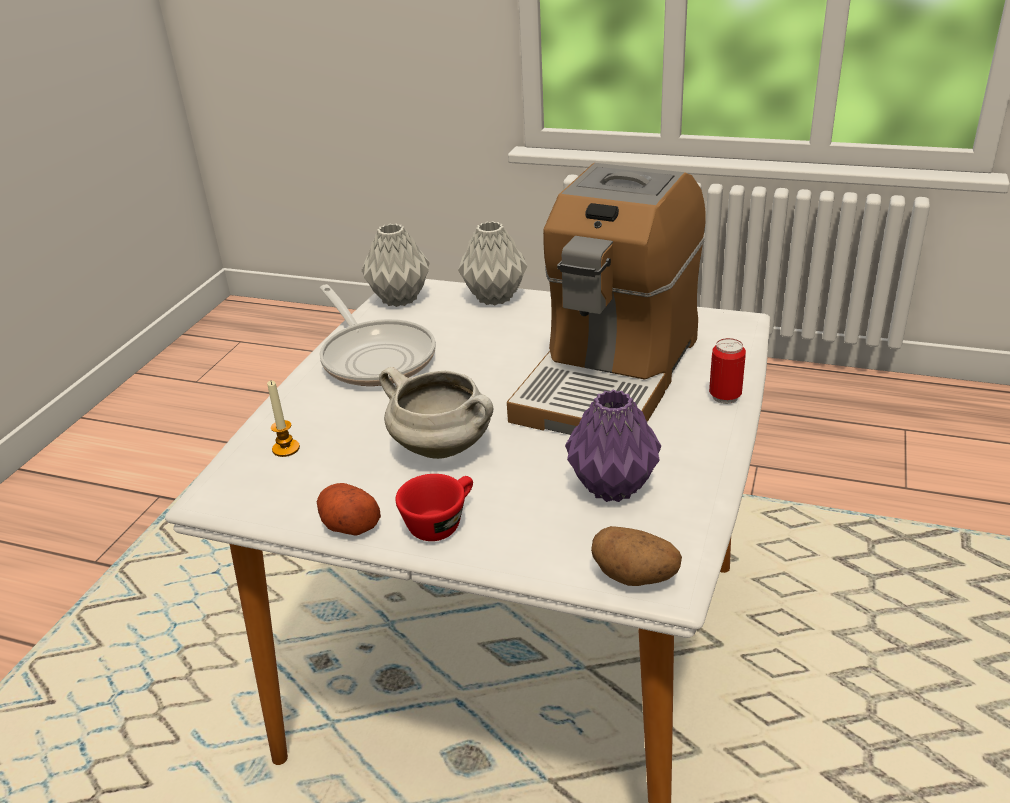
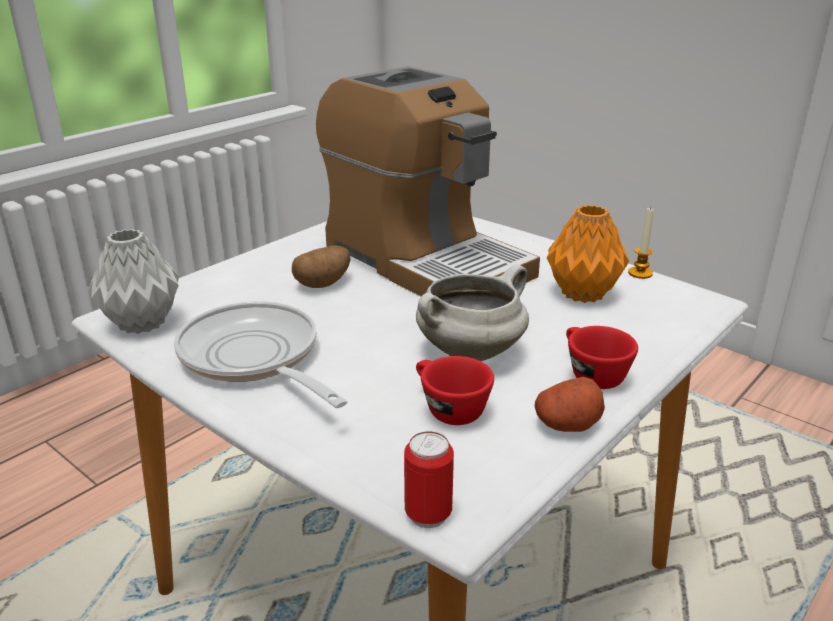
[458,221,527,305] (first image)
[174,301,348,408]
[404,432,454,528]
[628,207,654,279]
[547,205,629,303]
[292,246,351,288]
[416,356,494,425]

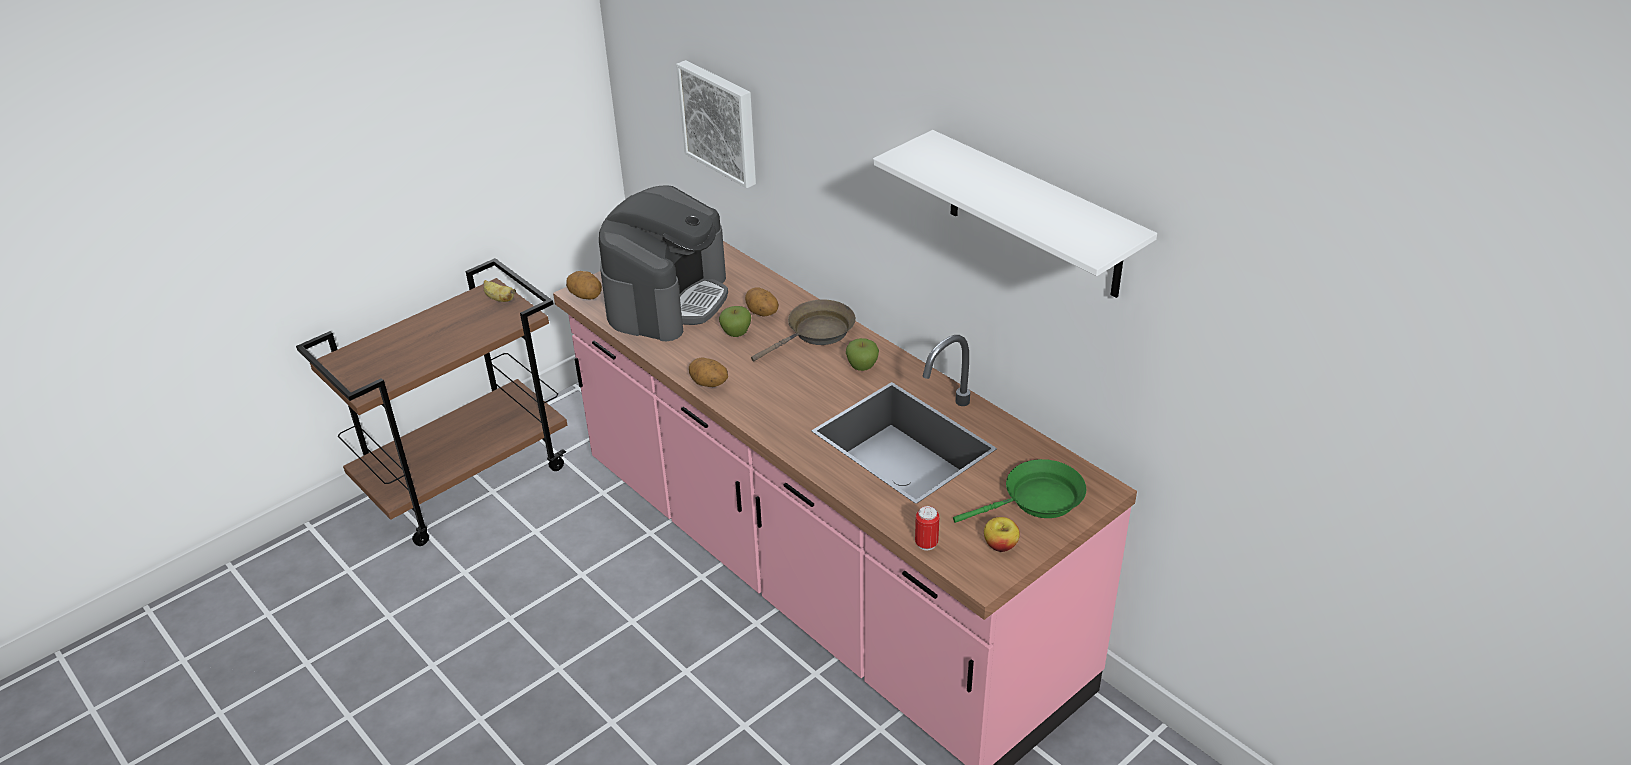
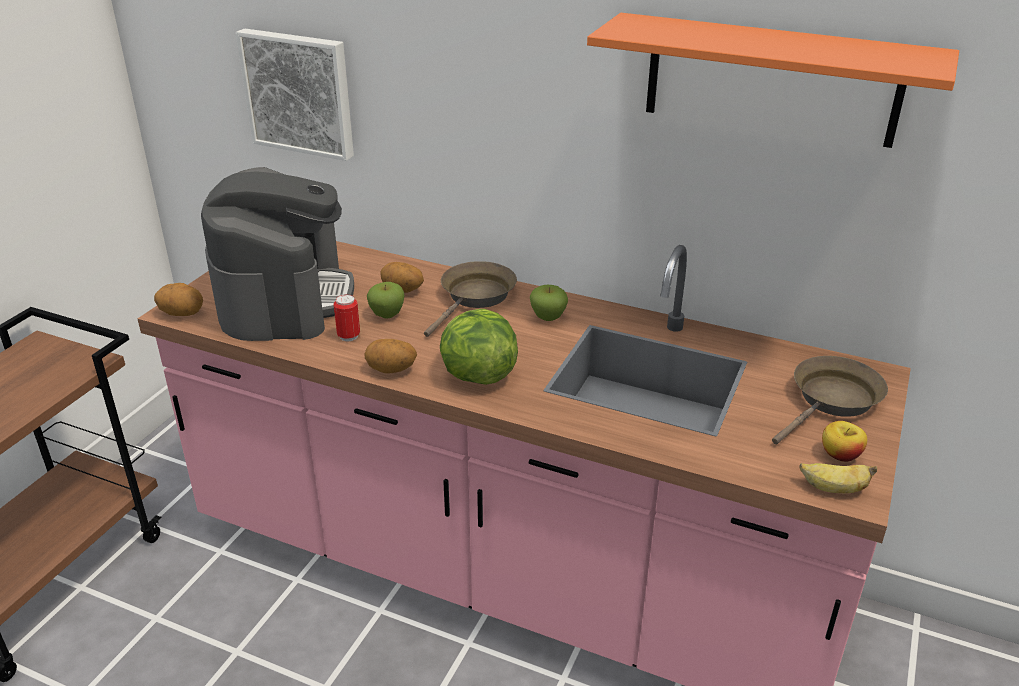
[587,13,959,148]
[799,463,877,493]
[772,356,888,444]
[333,294,360,341]
[440,309,518,385]

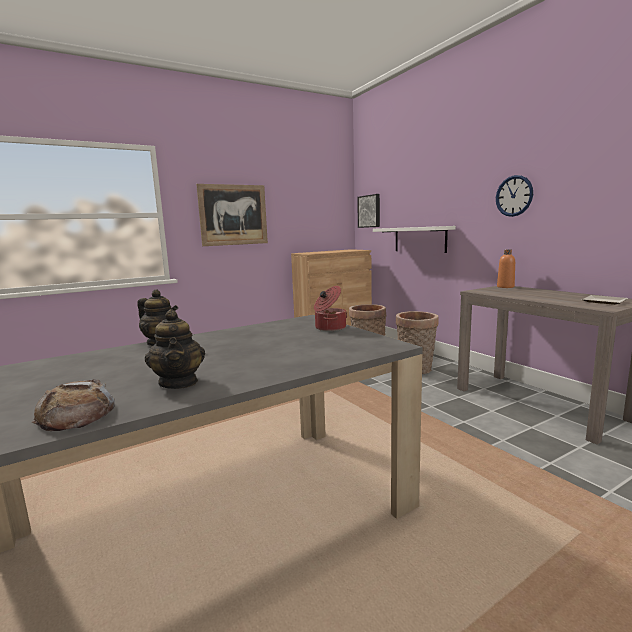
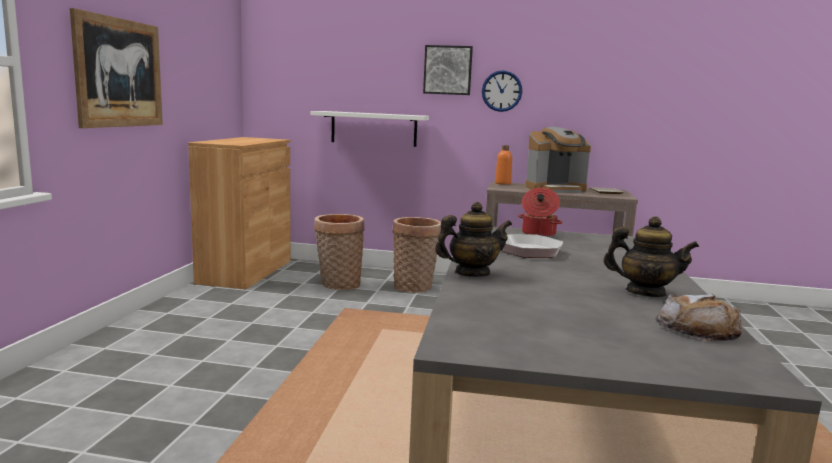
[423,45,473,95]
[526,127,591,193]
[457,227,563,258]

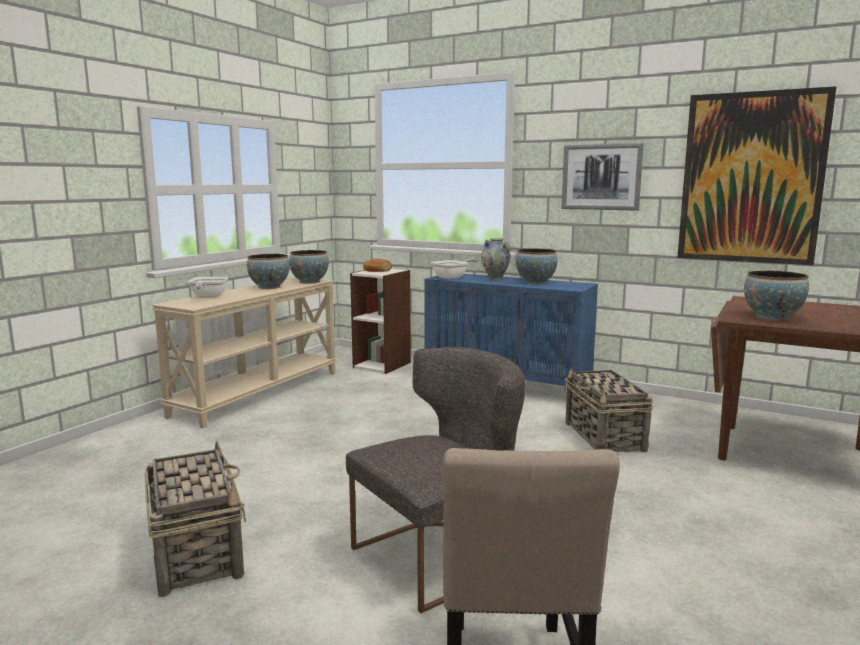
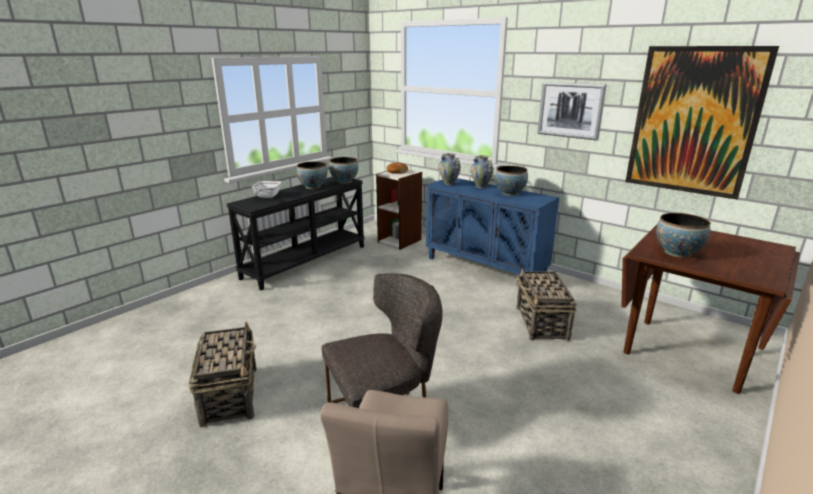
[438,153,461,186]
[227,177,365,290]

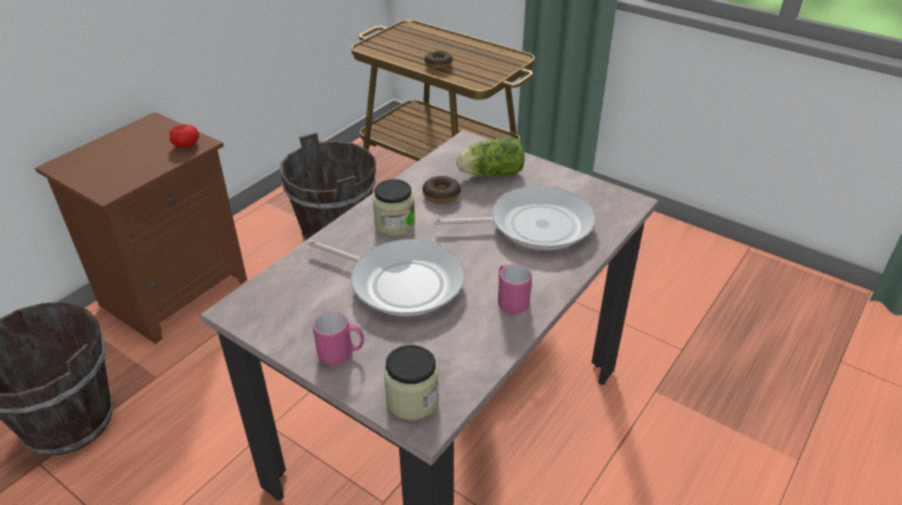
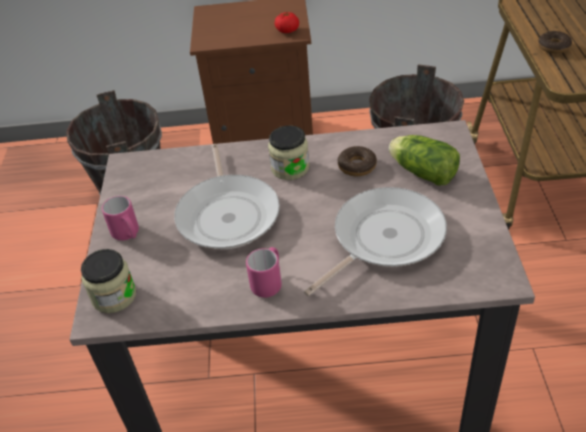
[304,187,447,296]

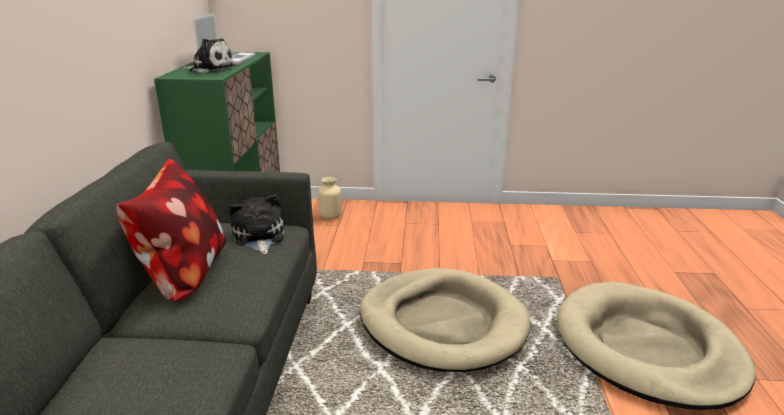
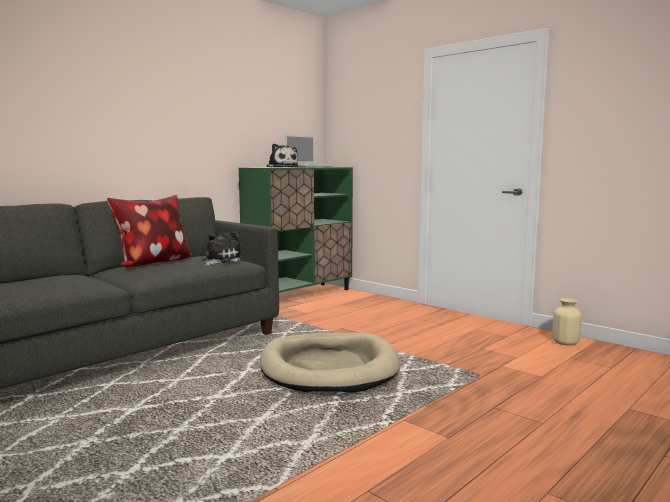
[552,298,582,345]
[557,282,756,410] (first image)

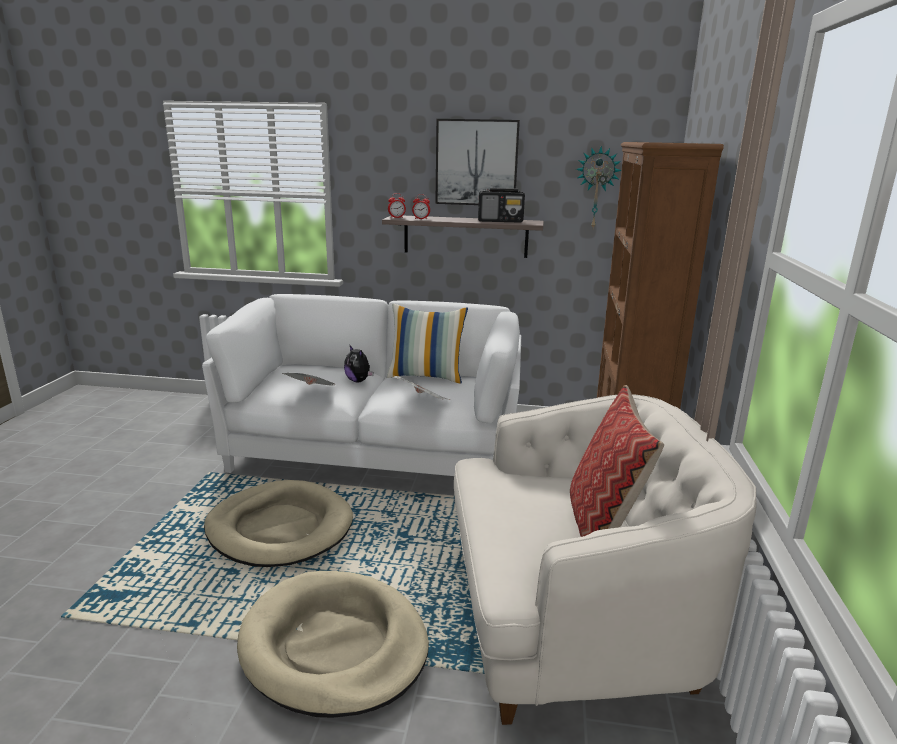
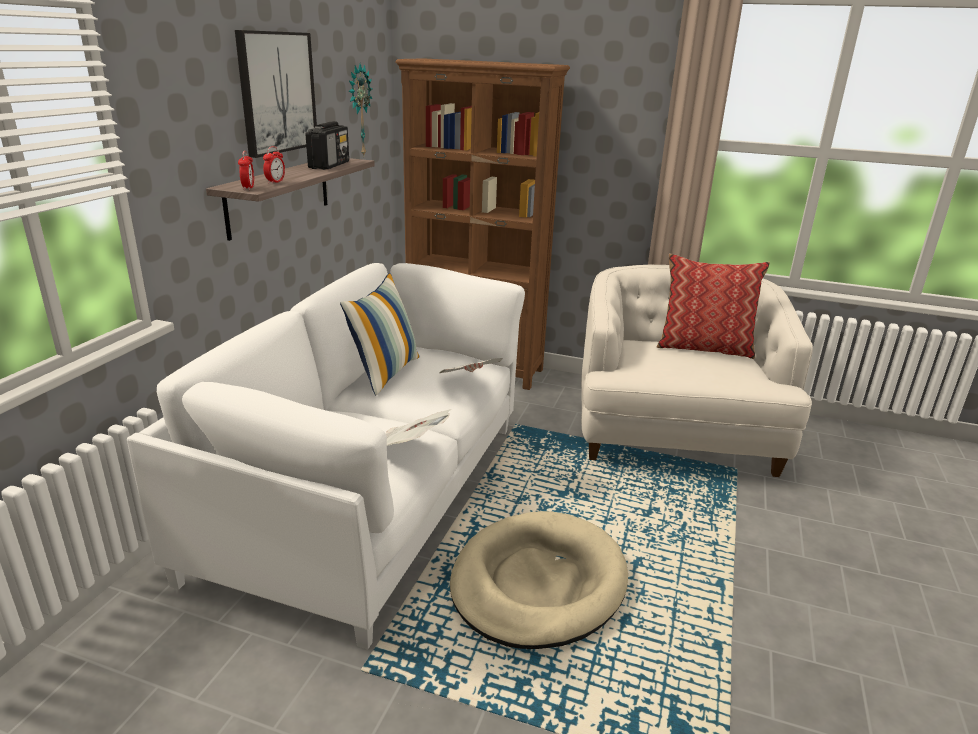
[344,344,373,382] (first image)
[237,571,429,718] (first image)

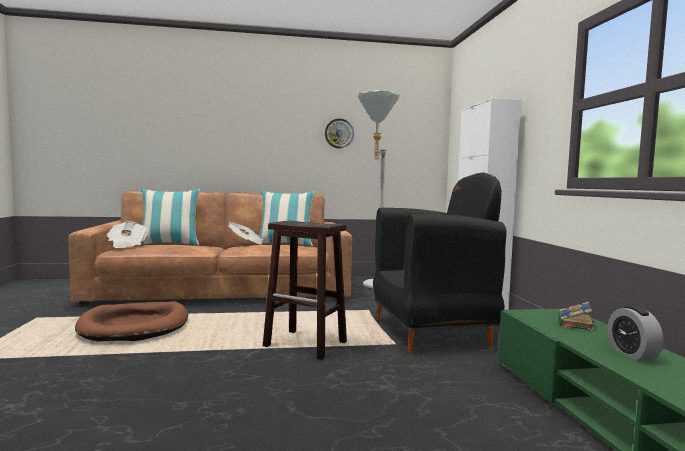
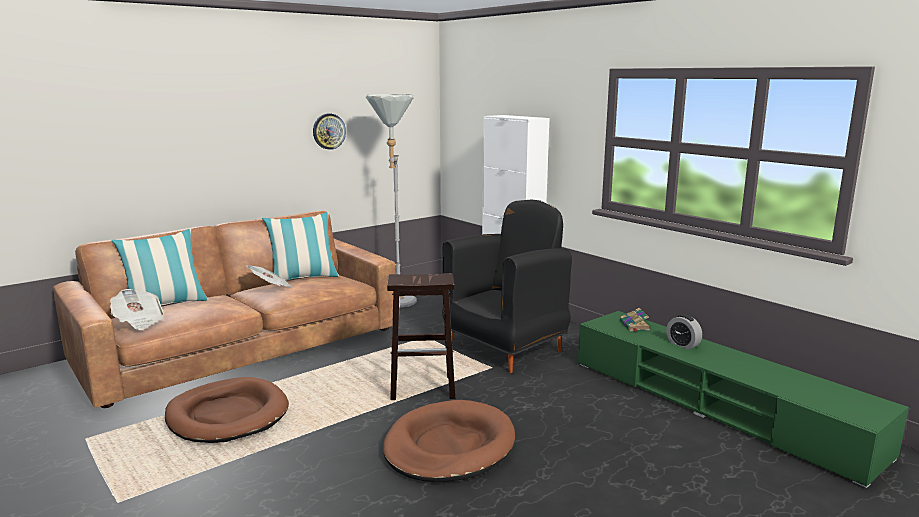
[383,400,515,482]

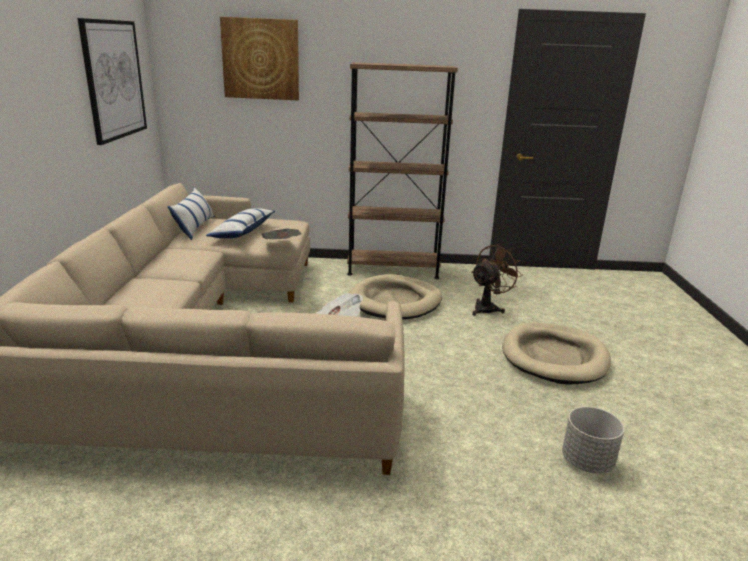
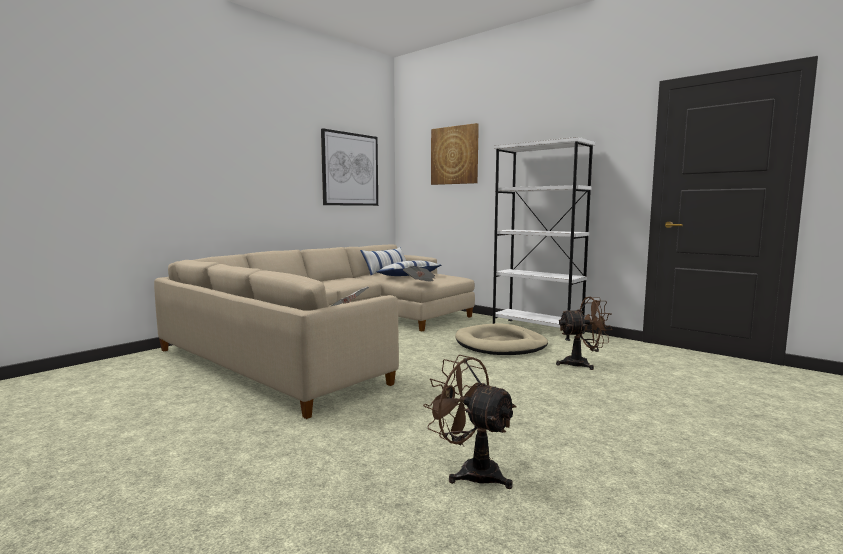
[493,137,595,341]
[502,322,611,385] (first image)
[423,355,517,489]

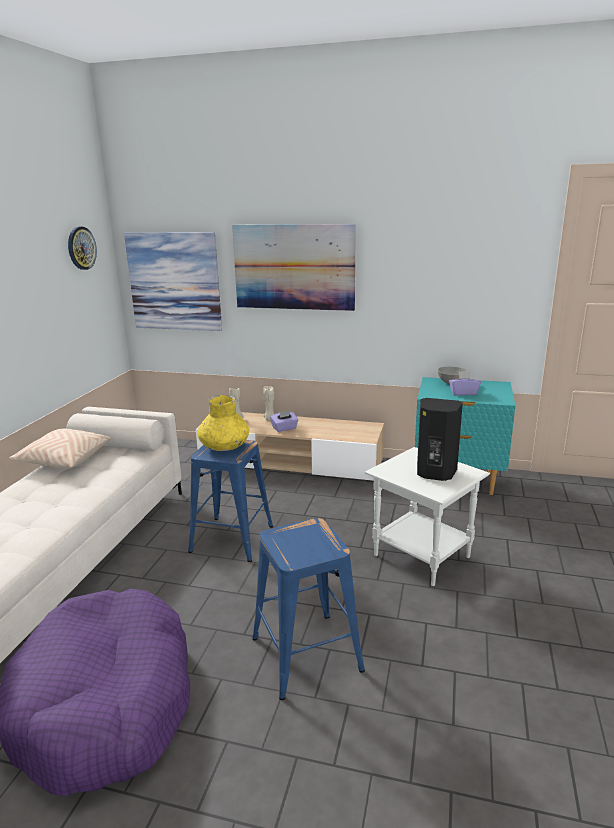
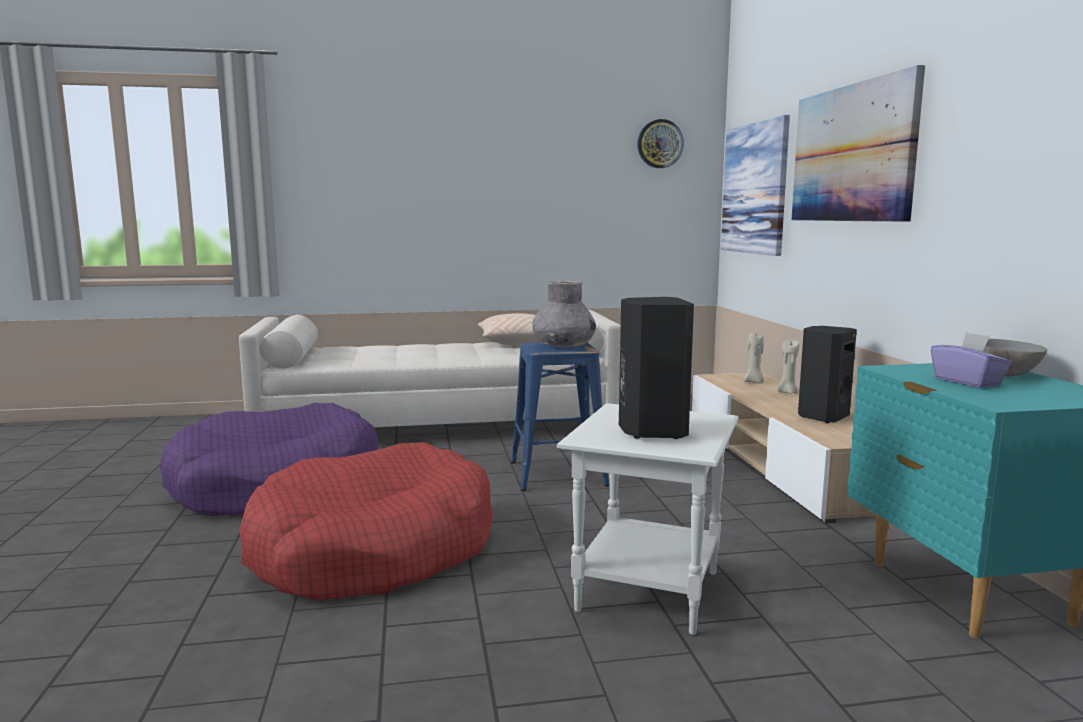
[532,280,596,347]
[270,411,299,432] (first image)
[240,442,493,601]
[798,326,857,423]

